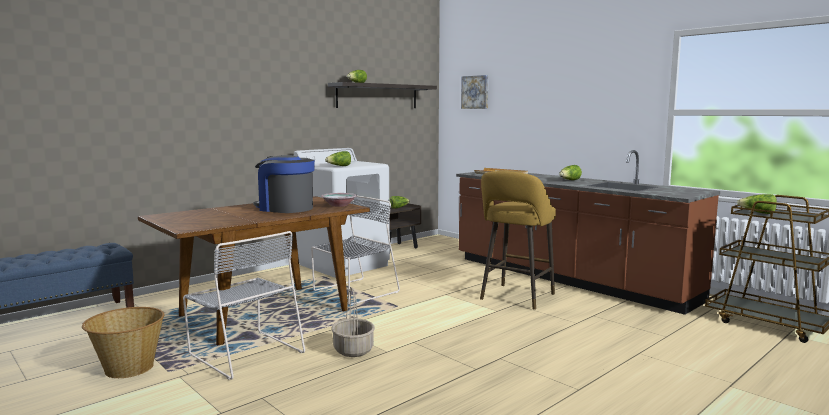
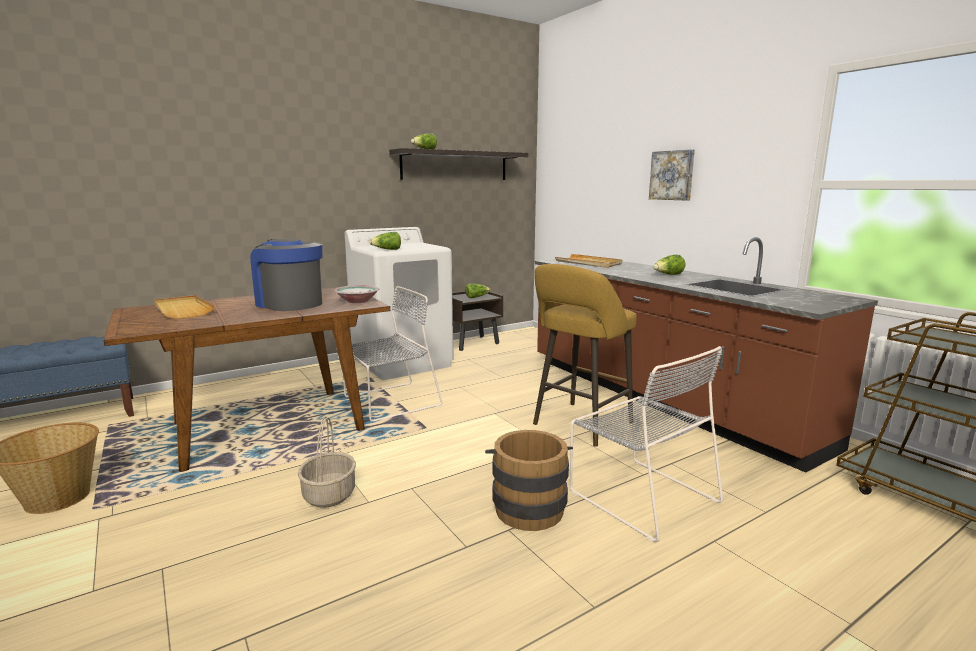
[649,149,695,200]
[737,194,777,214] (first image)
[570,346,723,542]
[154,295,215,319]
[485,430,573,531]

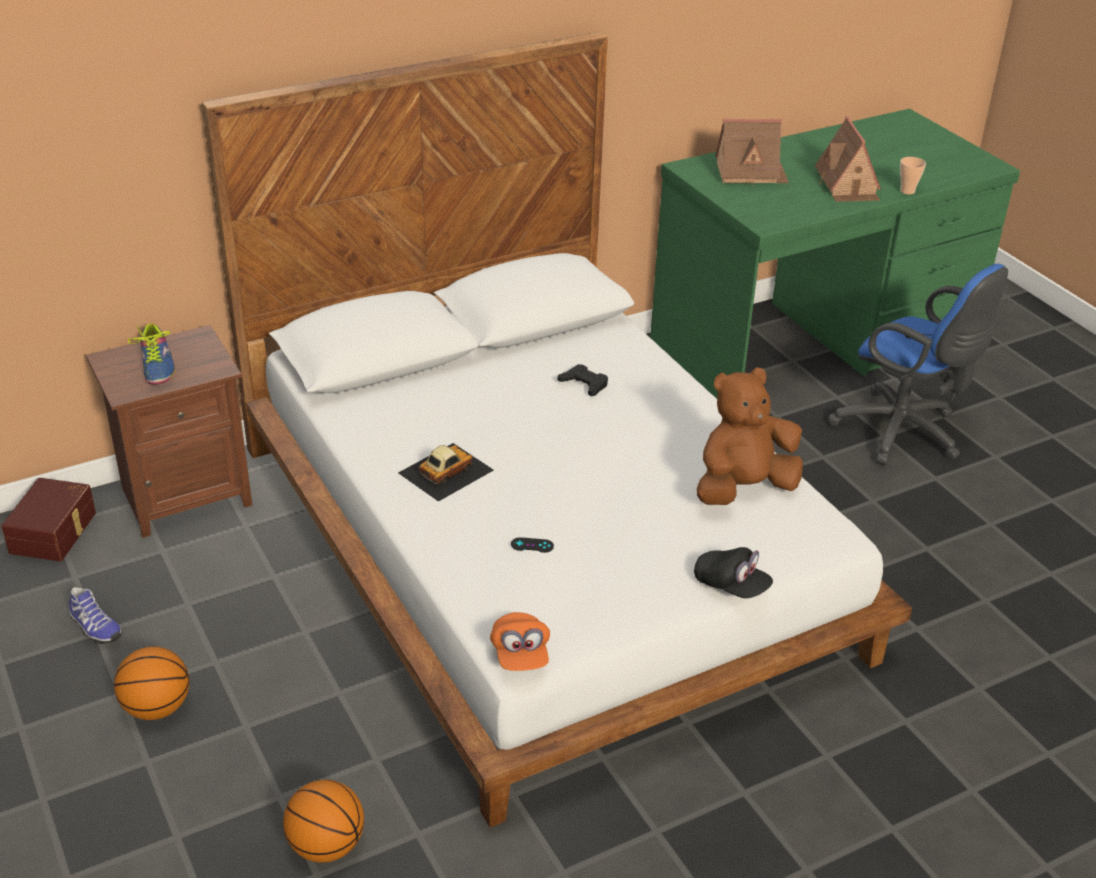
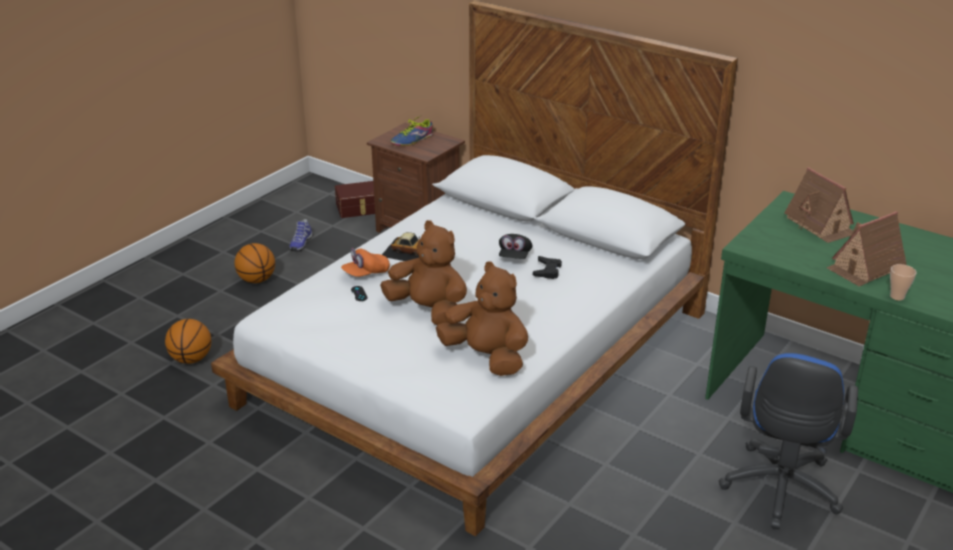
[499,234,533,259]
[341,248,390,277]
[380,220,467,325]

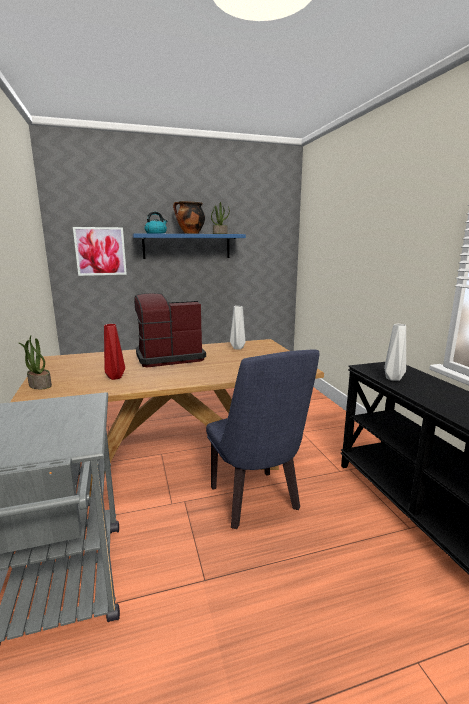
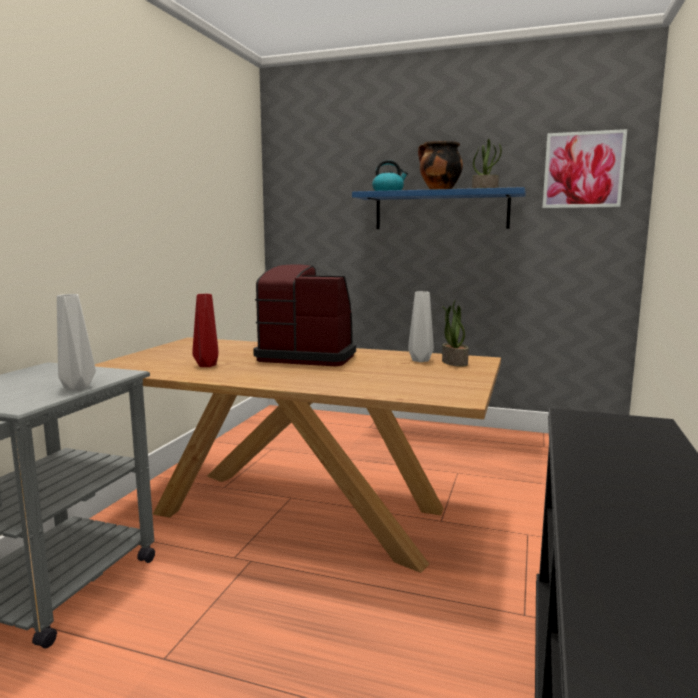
[543,129,627,208]
[57,294,96,391]
[442,299,469,367]
[206,349,319,529] (first image)

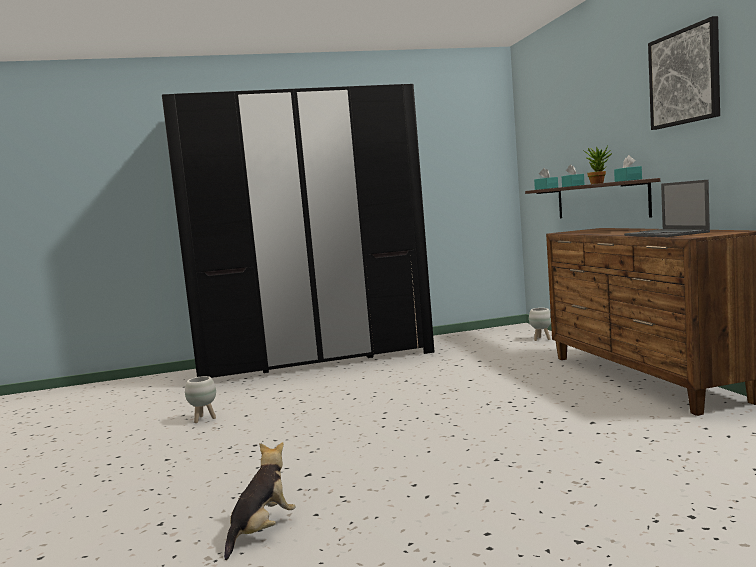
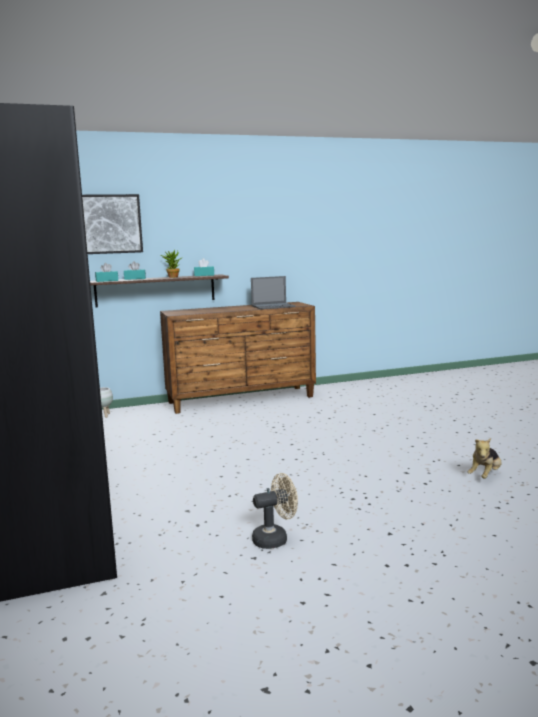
[82,194,143,254]
[252,473,298,549]
[467,438,502,479]

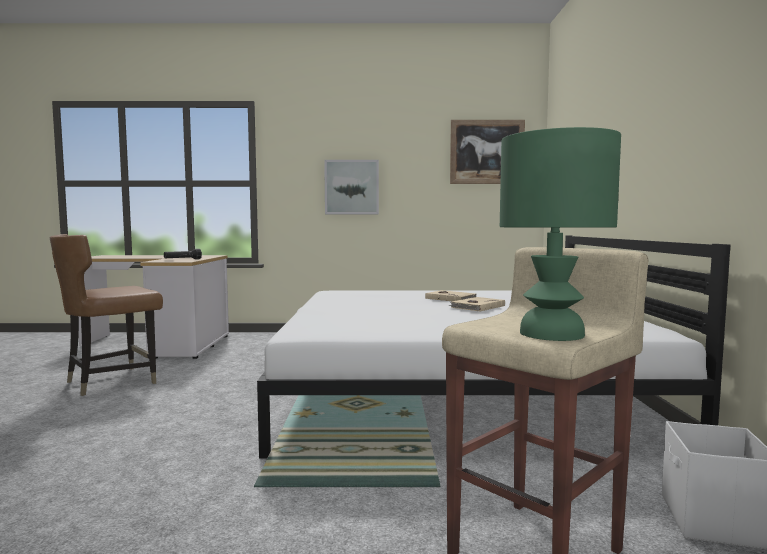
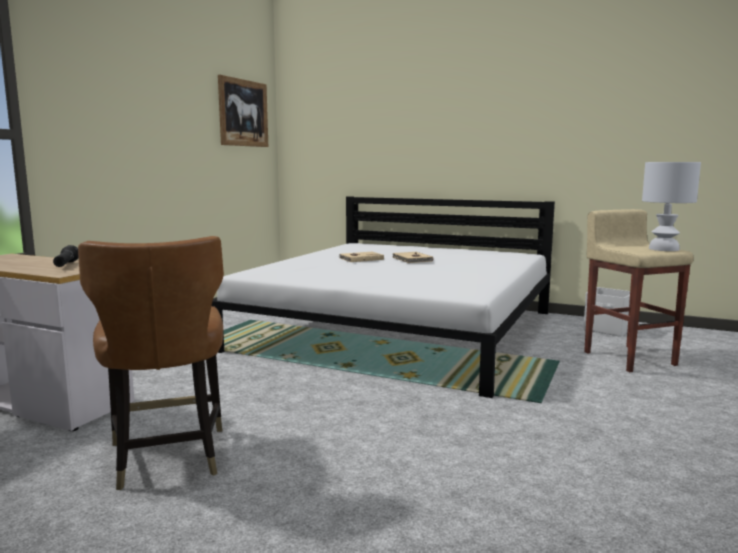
[642,162,701,251]
[324,160,379,214] (first image)

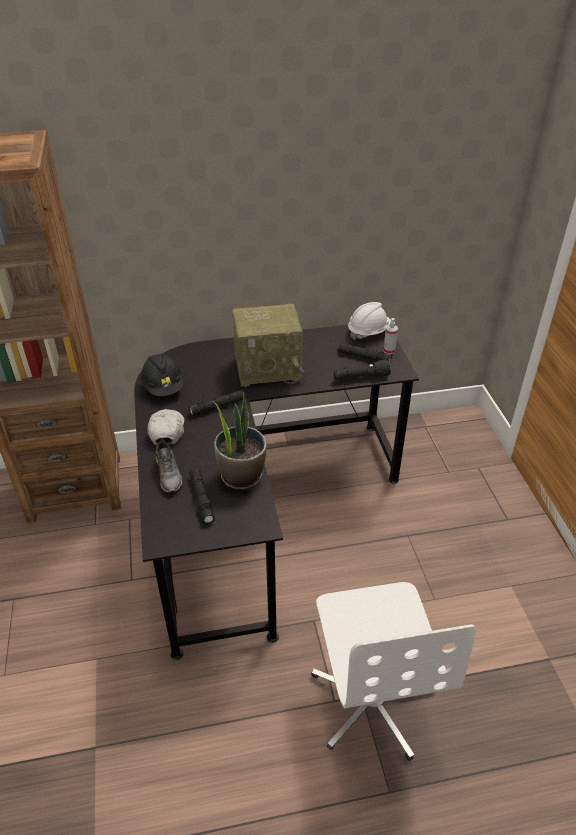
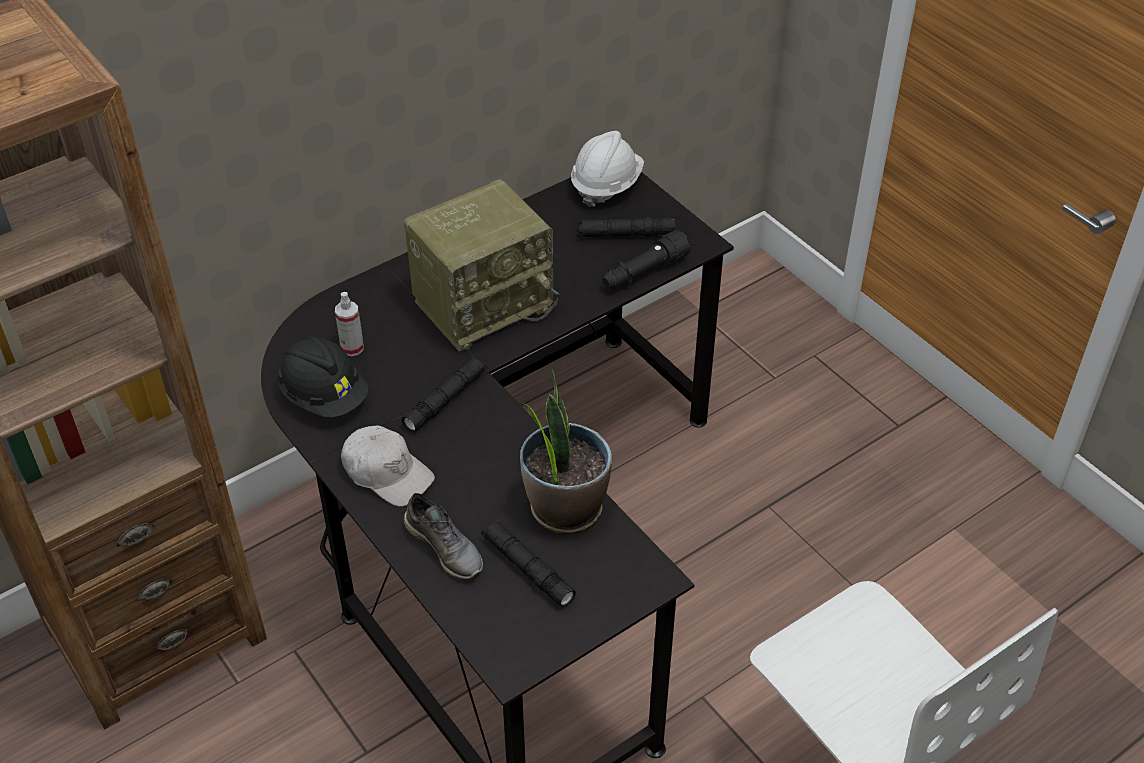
[335,292,364,356]
[341,426,435,507]

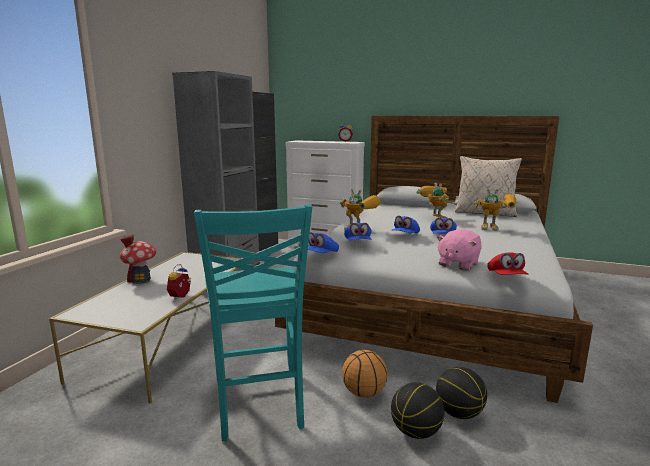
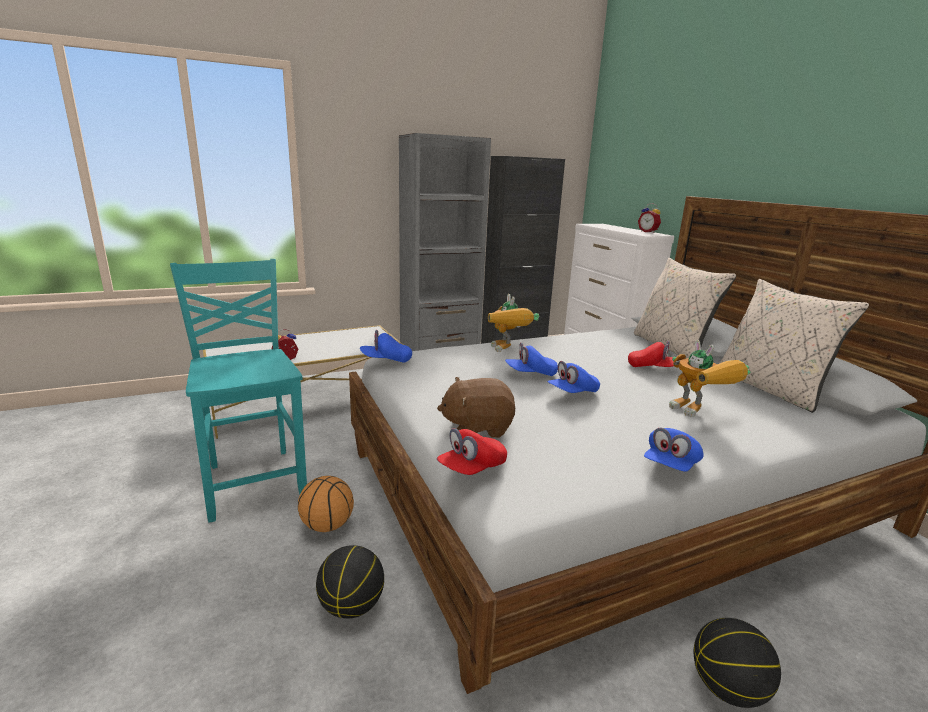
[628,340,674,367]
[170,259,307,523]
[644,428,704,472]
[437,377,515,438]
[120,235,157,284] (first image)
[694,618,781,708]
[634,258,736,358]

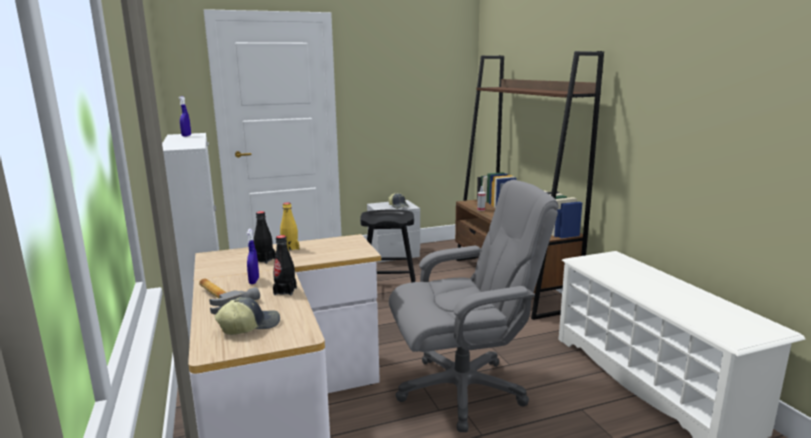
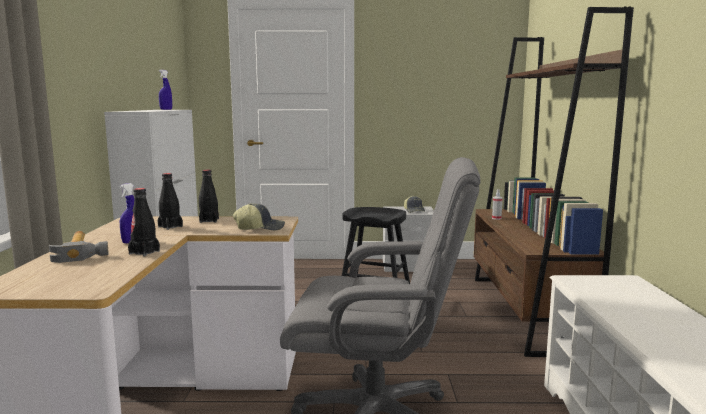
[199,170,219,223]
[233,203,285,230]

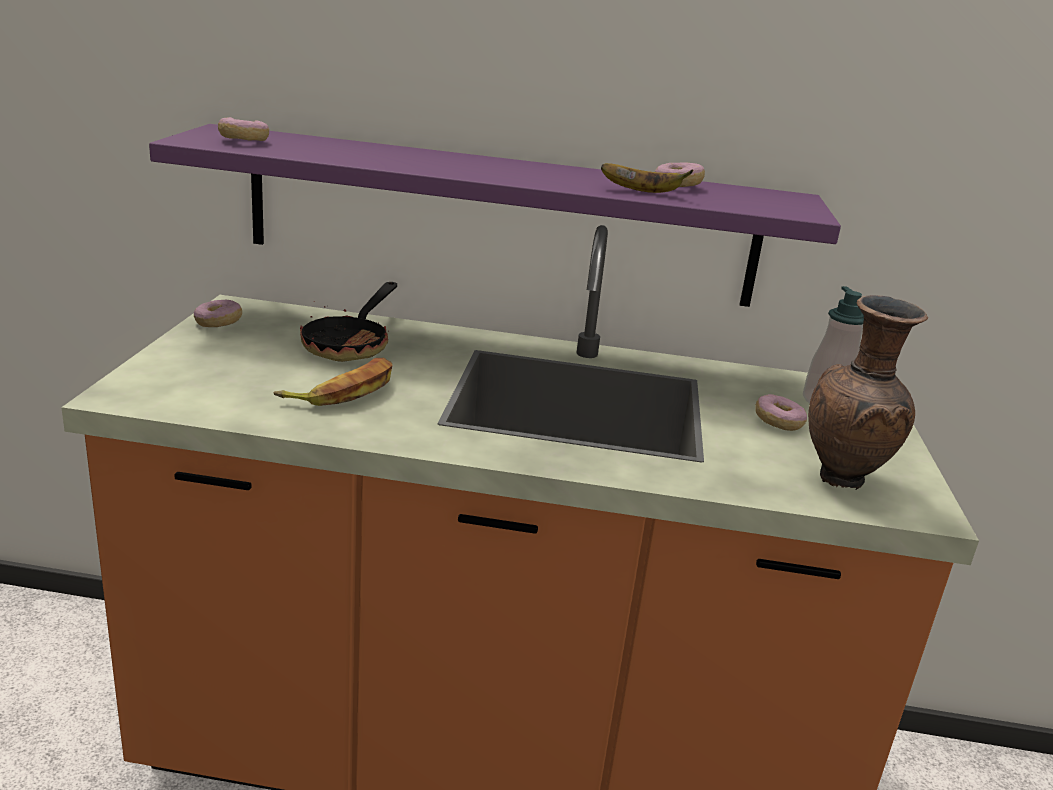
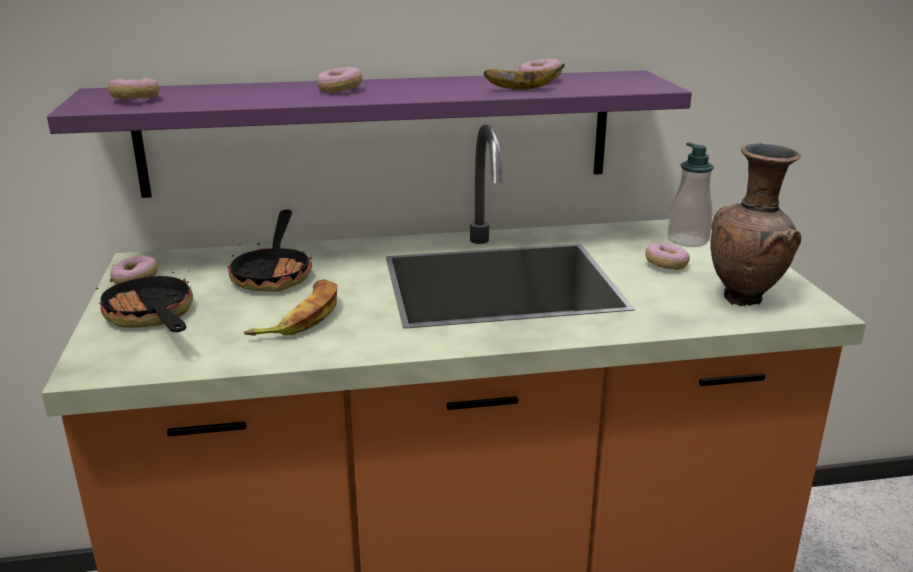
[317,67,362,93]
[96,271,193,332]

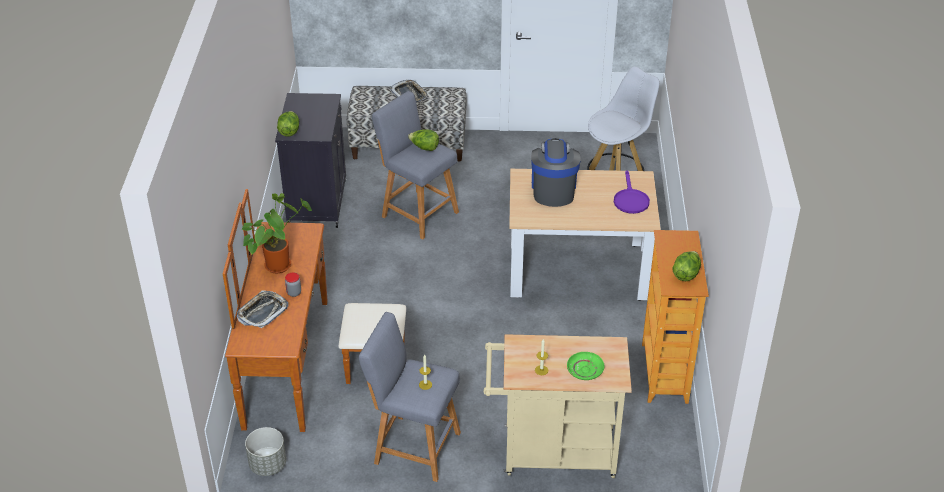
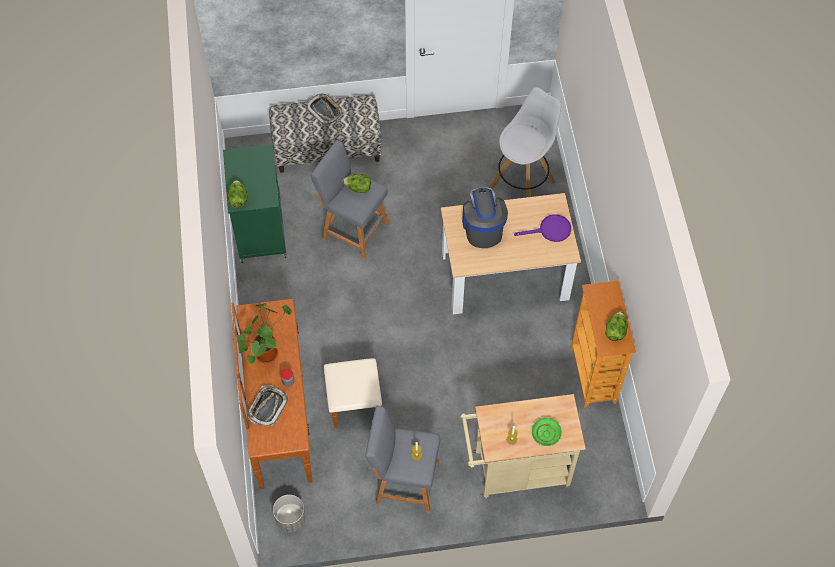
[223,144,286,263]
[514,214,571,242]

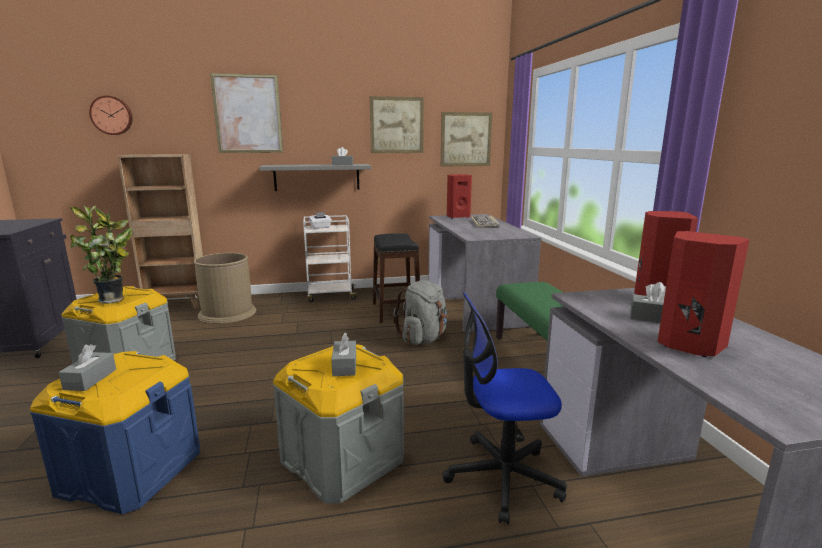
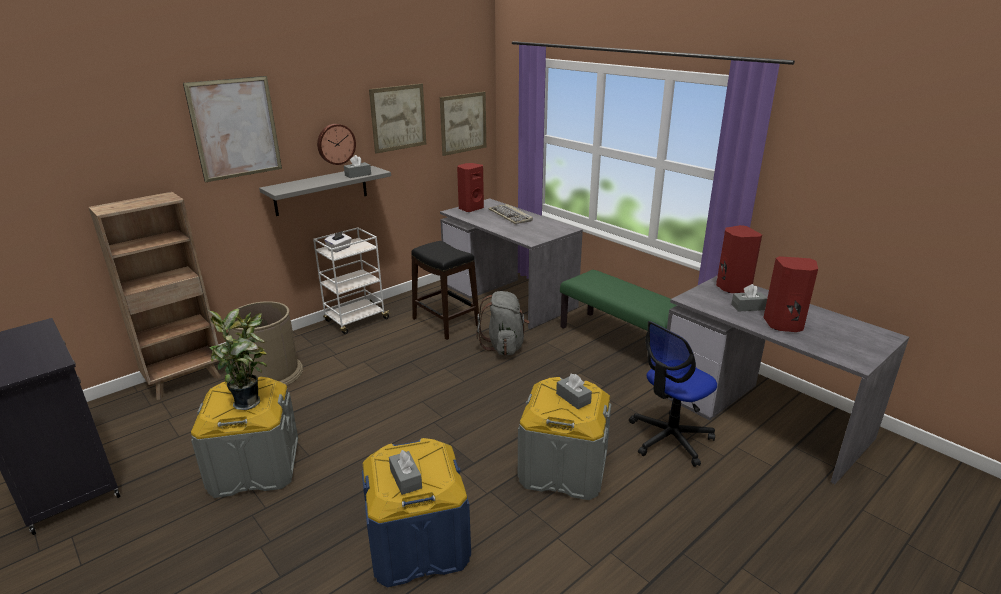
[317,124,356,165]

